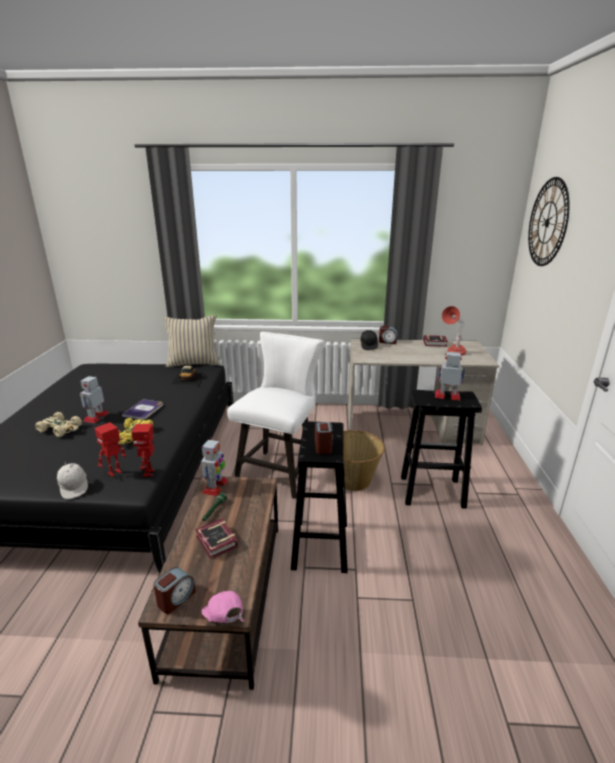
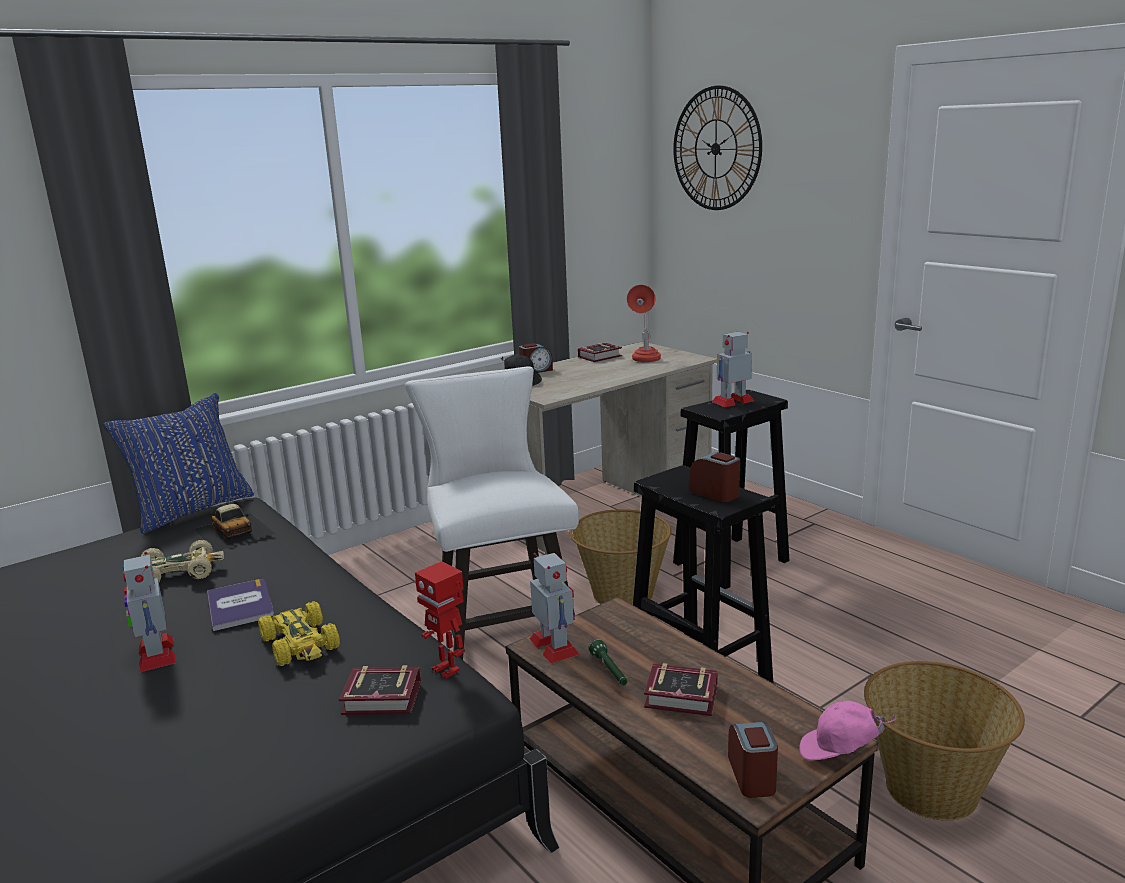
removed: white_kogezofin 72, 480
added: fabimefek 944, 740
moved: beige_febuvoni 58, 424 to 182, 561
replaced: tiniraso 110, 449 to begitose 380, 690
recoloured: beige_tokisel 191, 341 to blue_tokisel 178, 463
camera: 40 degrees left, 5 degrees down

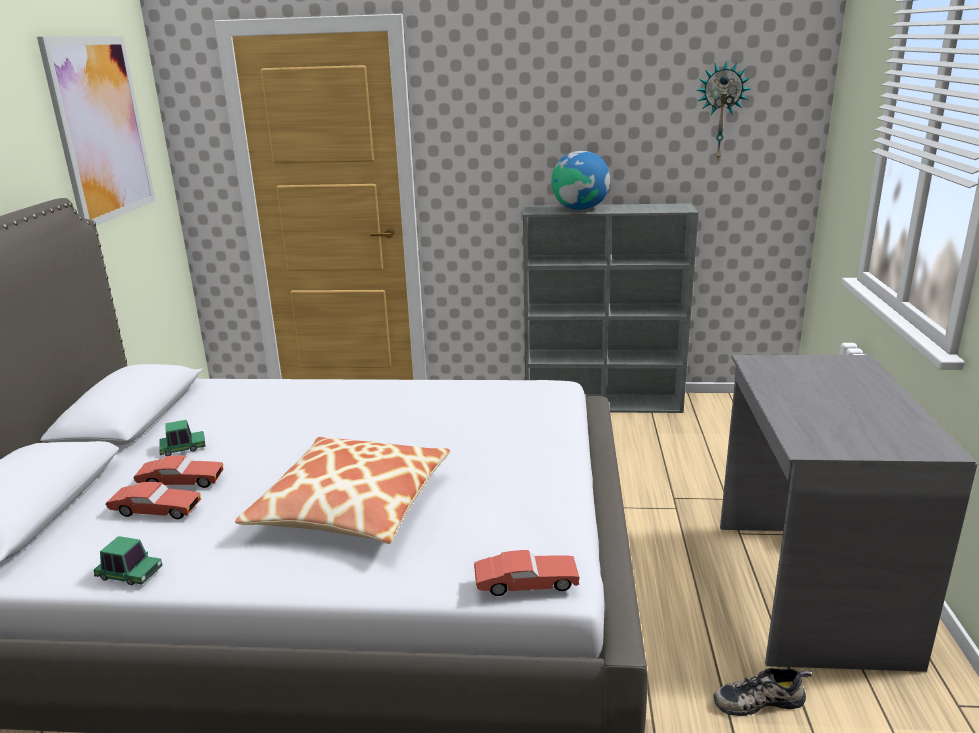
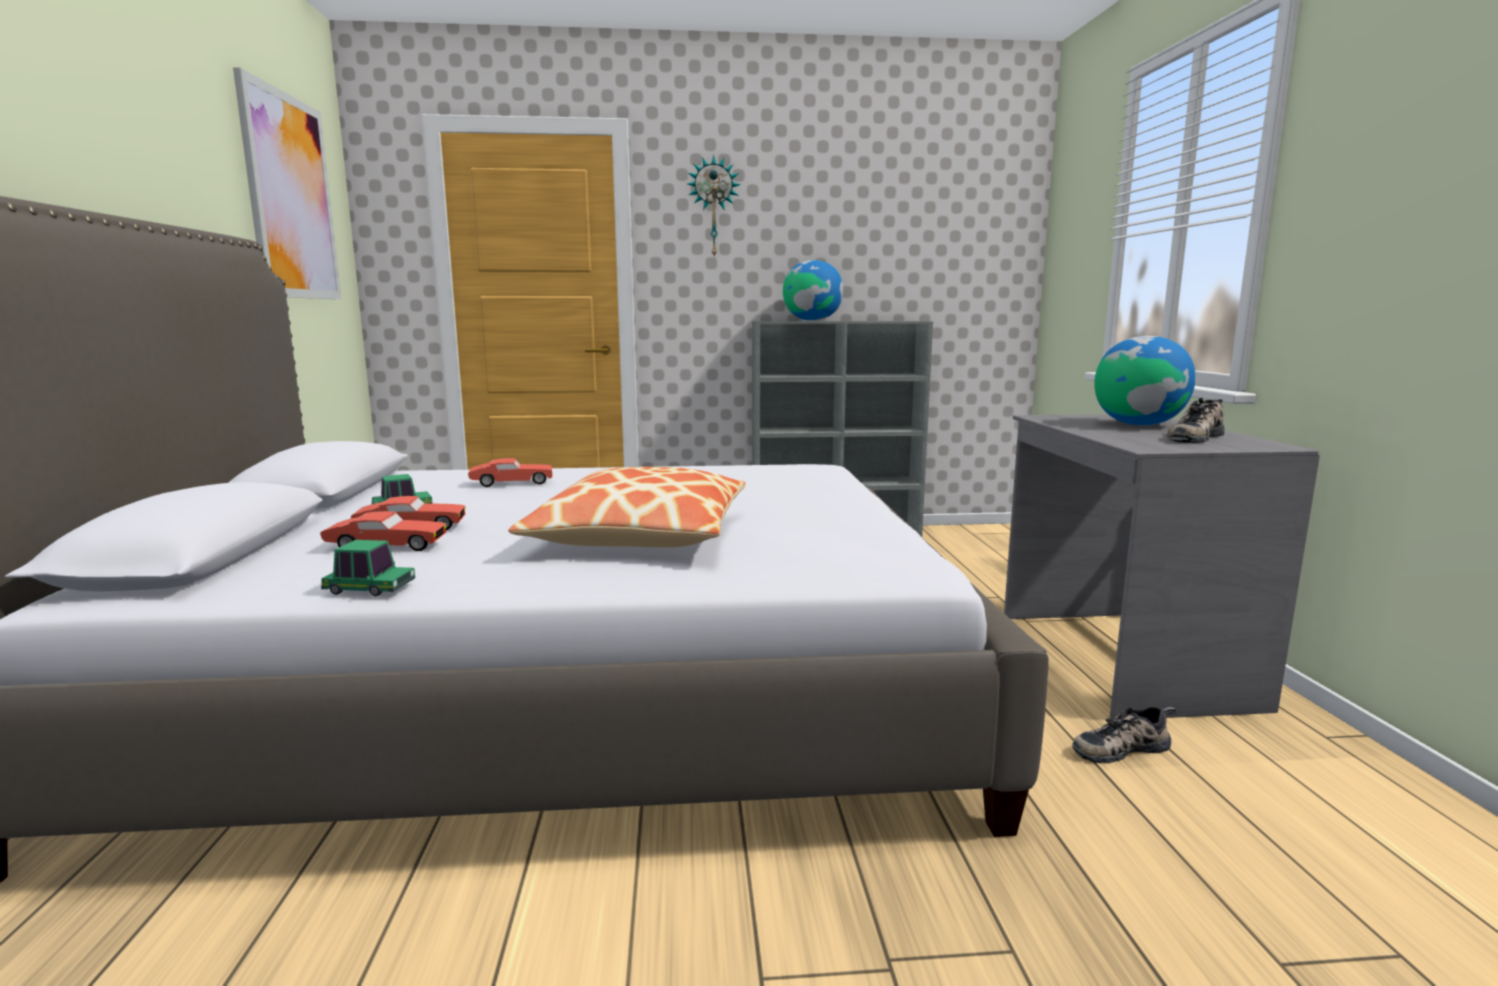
added: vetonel 1145, 381; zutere 1195, 420
moved: red_febuvoni 527, 573 to 510, 472; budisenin 724, 109 to 714, 206
camera: 10 degrees left, 10 degrees down

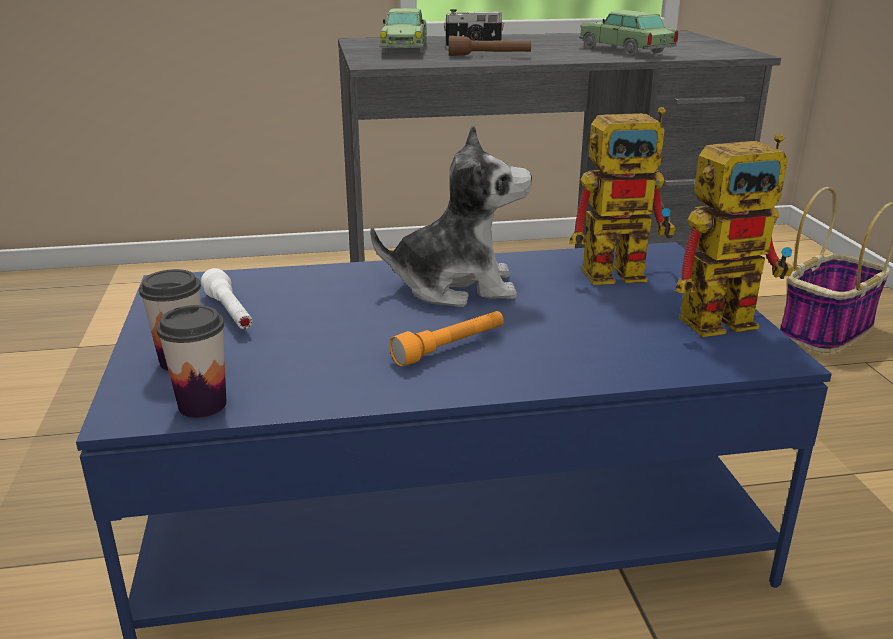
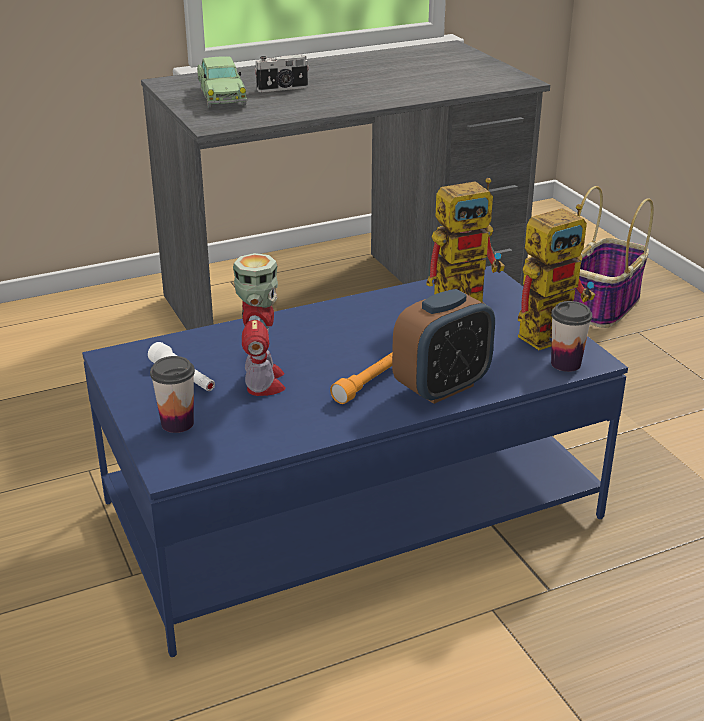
removed: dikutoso 451, 215; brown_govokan 490, 46; febuvoni 628, 33
added: tiniraso 259, 324; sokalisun 443, 346
moved: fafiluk 191, 361 to 571, 336
camera: 15 degrees left, 5 degrees up

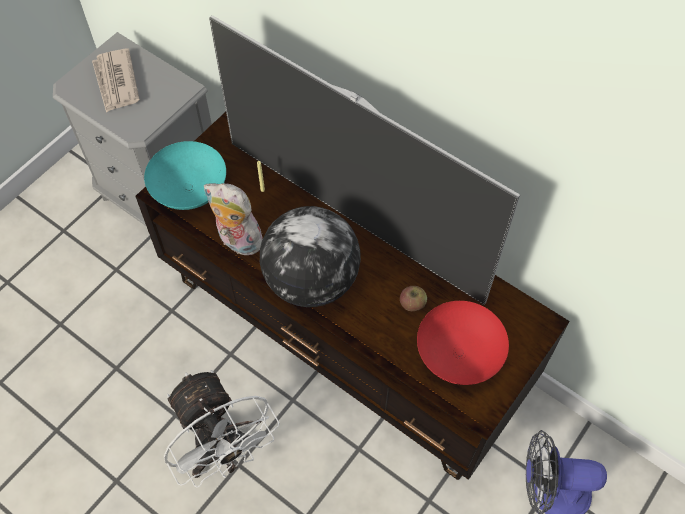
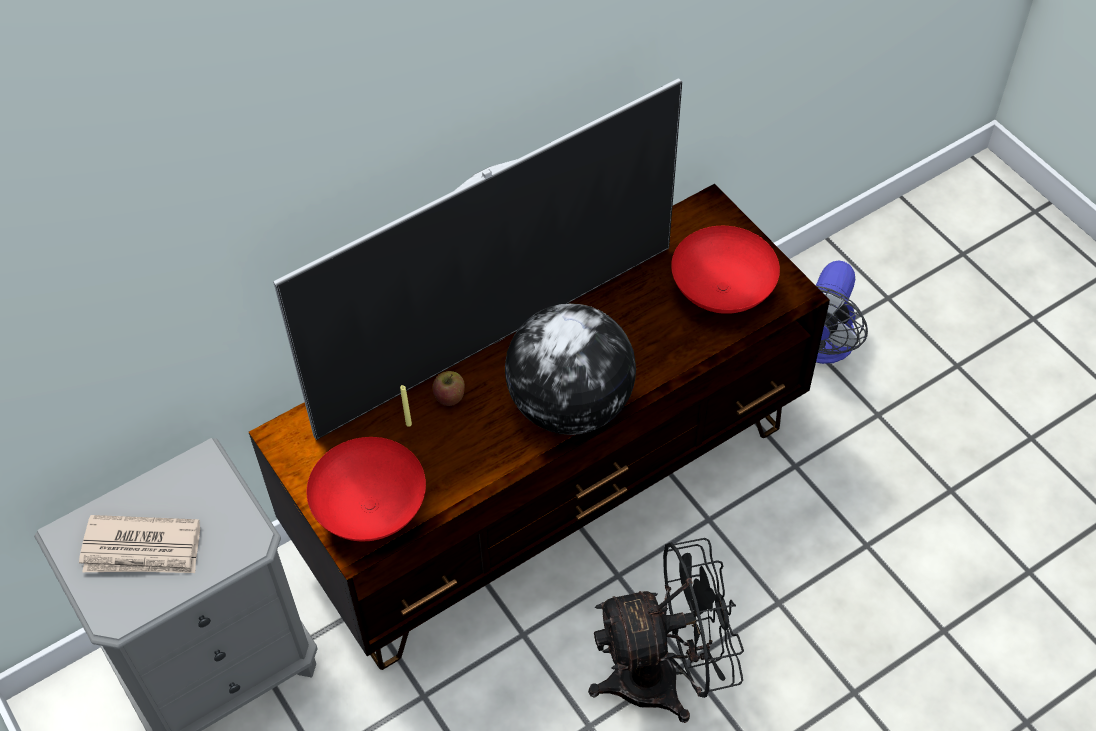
removed: dikutoso 233, 220
moved: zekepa 413, 298 to 449, 388
recoloured: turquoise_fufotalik 185, 175 to red_fufotalik 366, 489; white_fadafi 221, 429 to black_fadafi 666, 630
camera: 70 degrees left, 5 degrees down

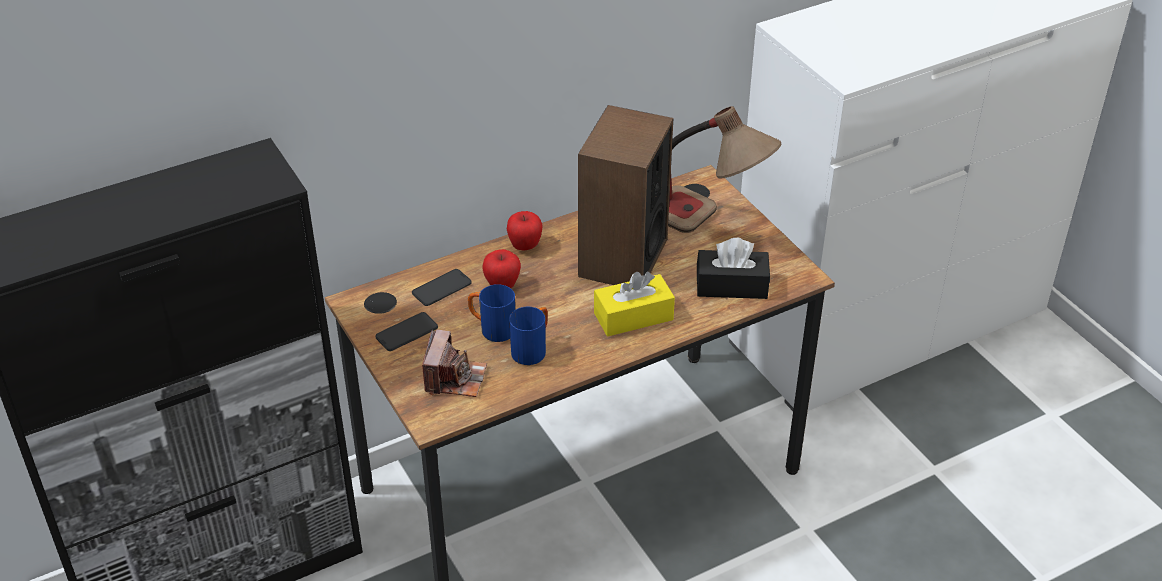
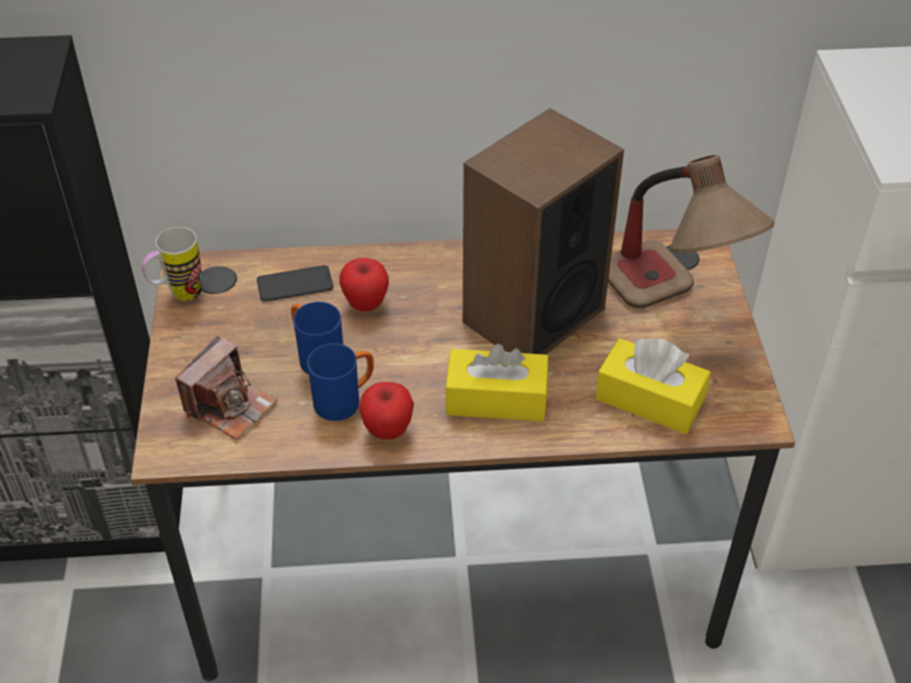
removed: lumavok 406, 331
added: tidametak 171, 264
moved: zekepa 525, 231 to 386, 411
recoloured: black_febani 733, 268 to yellow_febani 653, 386
camera: 25 degrees right, 5 degrees up

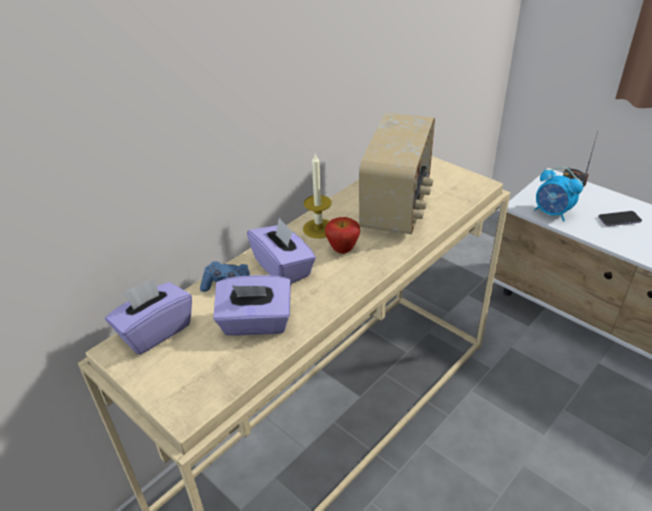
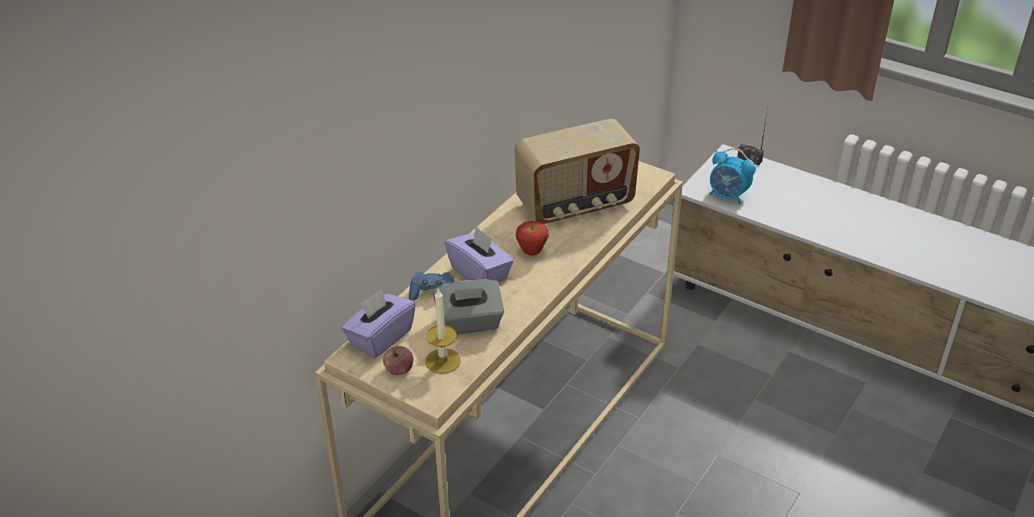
removed: lumavok 620, 218
added: zekepa 398, 360
moved: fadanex 317, 196 to 443, 331
recoloured: purple_febani 252, 305 to grey_febani 468, 307
turned: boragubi 397, 174 = 577, 171 60 degrees clockwise
camera: 10 degrees left, 0 degrees up

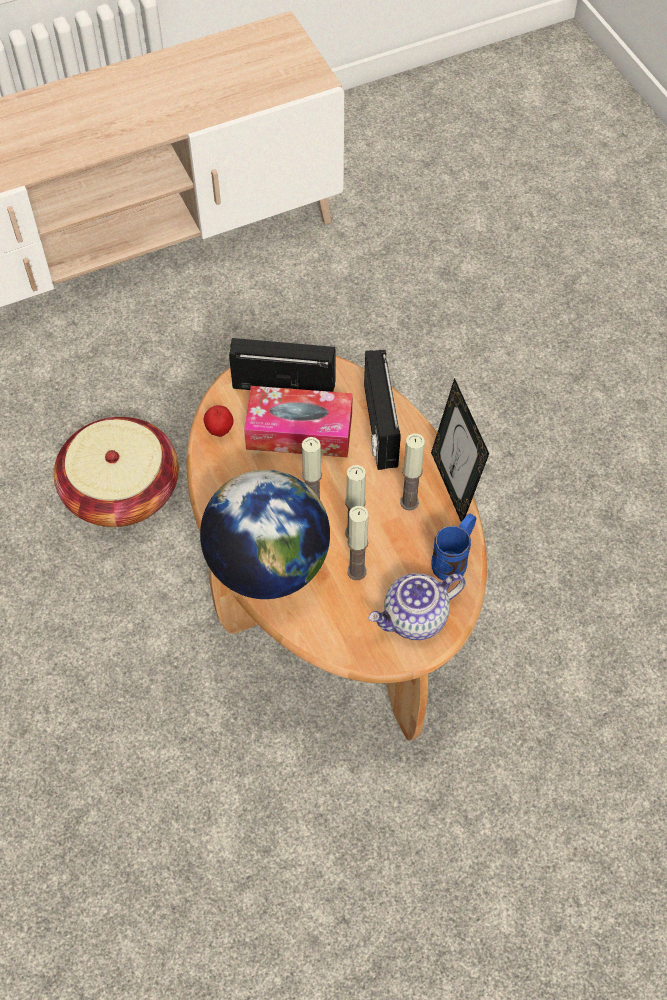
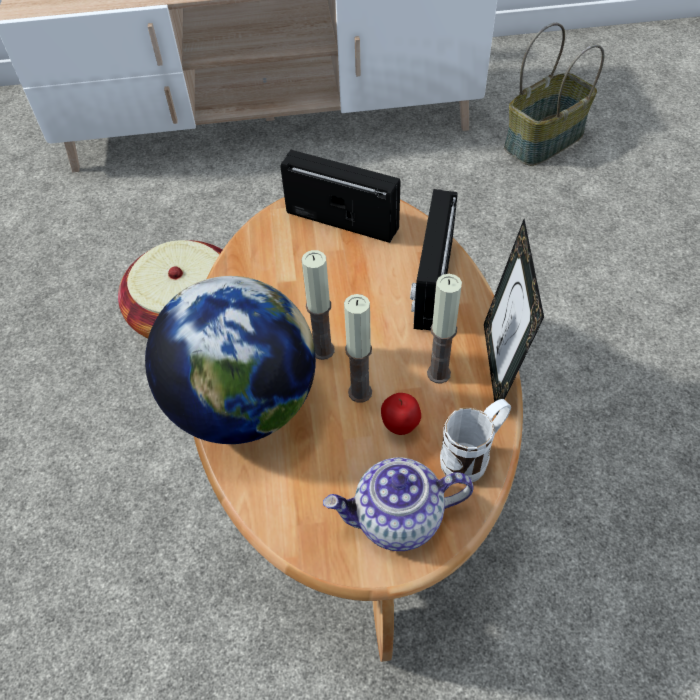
removed: febani 298, 421; fadanex 358, 543
added: fabimefek 554, 94
moved: zekepa 219, 421 to 401, 414
recoloured: blue_tidametak 453, 547 to white_tidametak 475, 441
camera: 20 degrees right, 5 degrees down

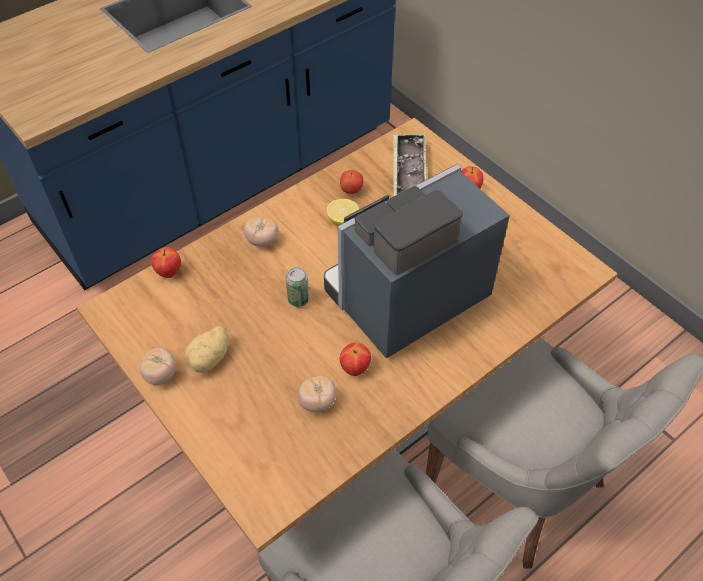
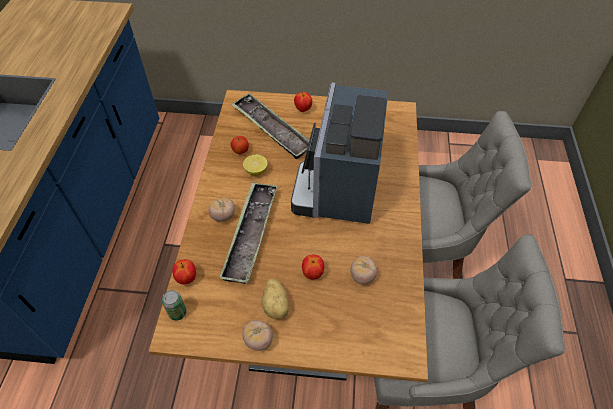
added: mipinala 248, 233
moved: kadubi 297, 287 to 174, 305; zekepa 355, 359 to 313, 267
camera: 45 degrees left, 0 degrees up

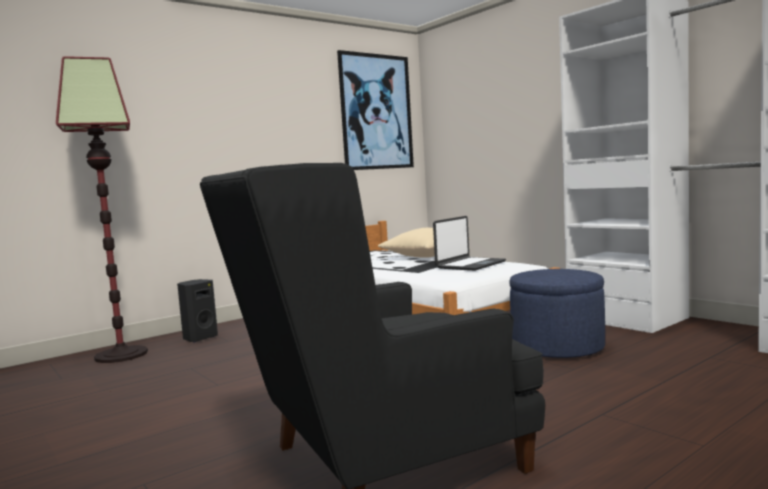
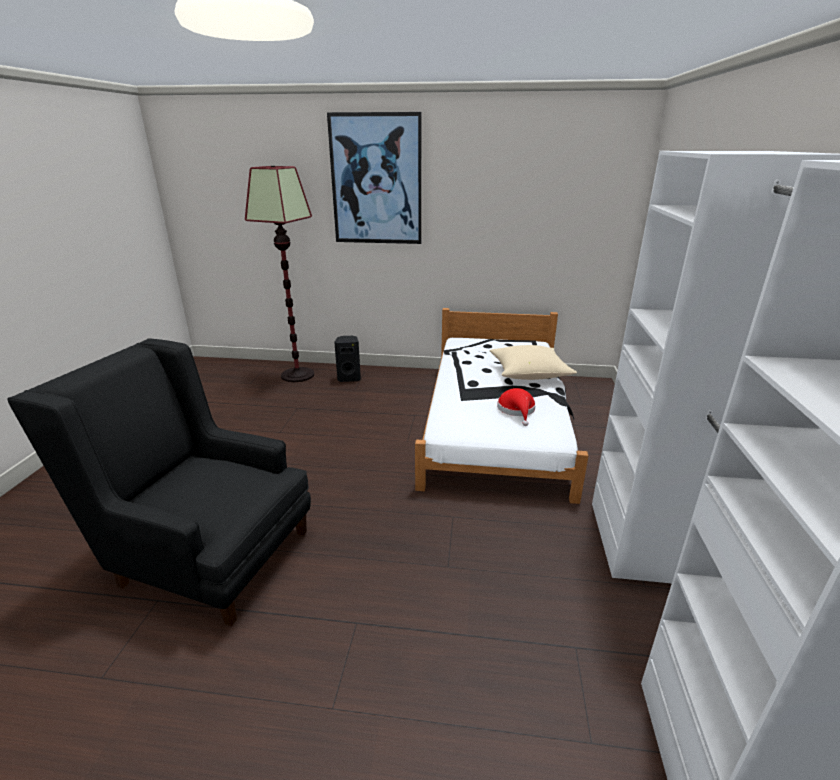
removed: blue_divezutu 557, 313
moved: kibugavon 375, 110 to 374, 178
replaced: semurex 469, 243 to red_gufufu 516, 407
camera: 45 degrees right, 20 degrees up

